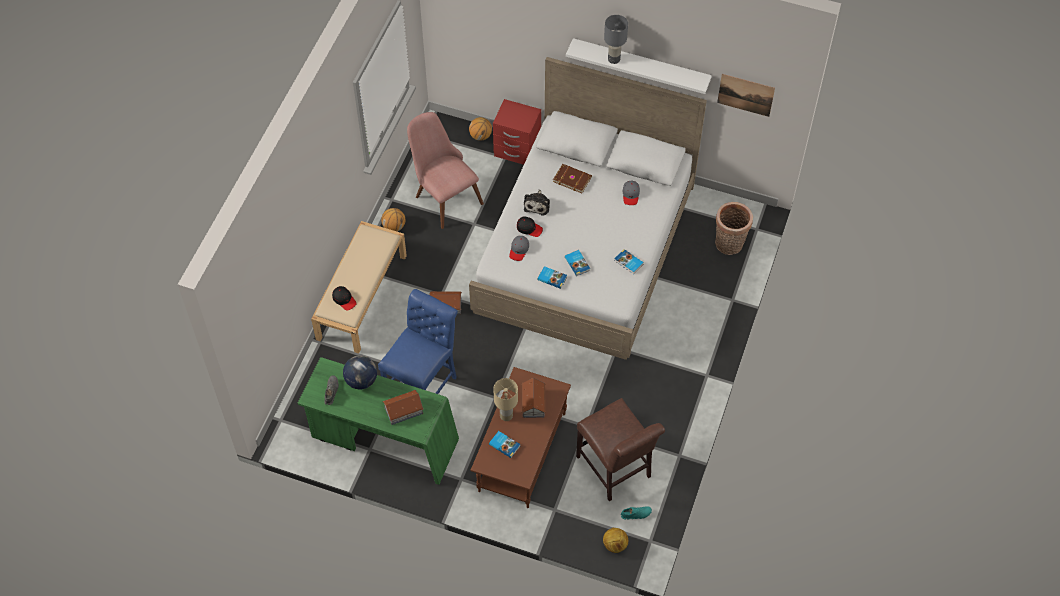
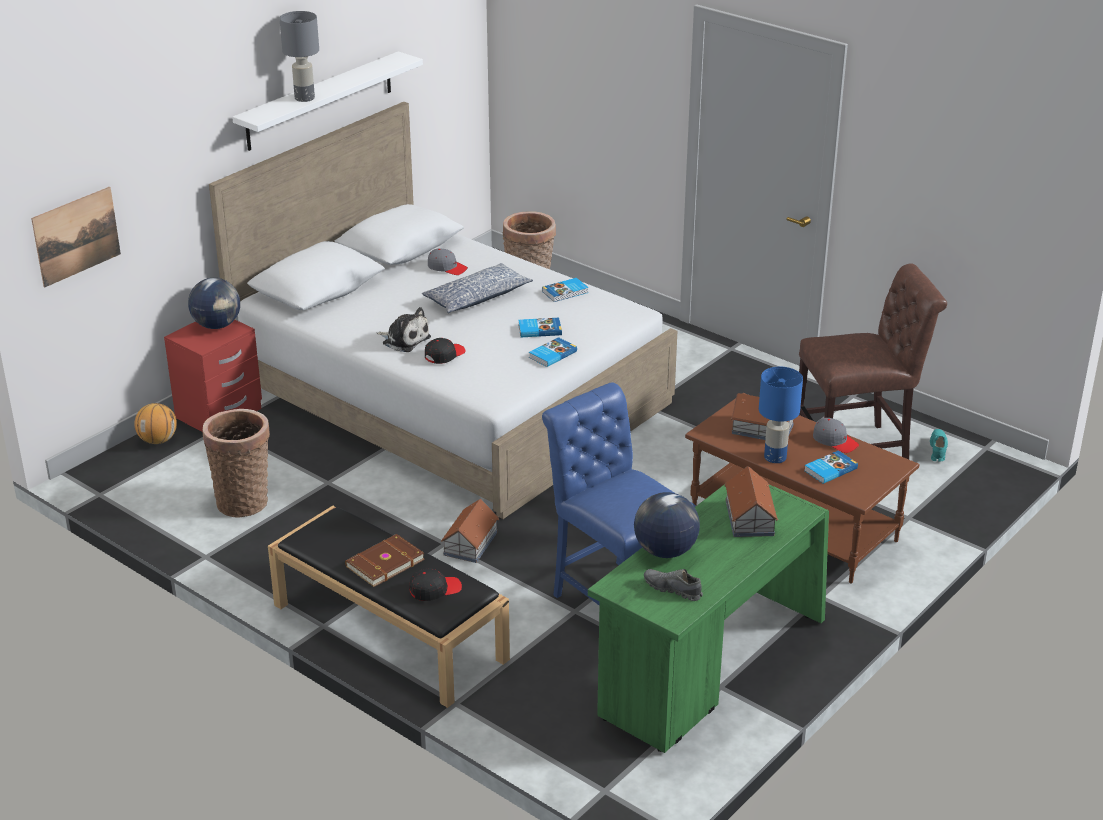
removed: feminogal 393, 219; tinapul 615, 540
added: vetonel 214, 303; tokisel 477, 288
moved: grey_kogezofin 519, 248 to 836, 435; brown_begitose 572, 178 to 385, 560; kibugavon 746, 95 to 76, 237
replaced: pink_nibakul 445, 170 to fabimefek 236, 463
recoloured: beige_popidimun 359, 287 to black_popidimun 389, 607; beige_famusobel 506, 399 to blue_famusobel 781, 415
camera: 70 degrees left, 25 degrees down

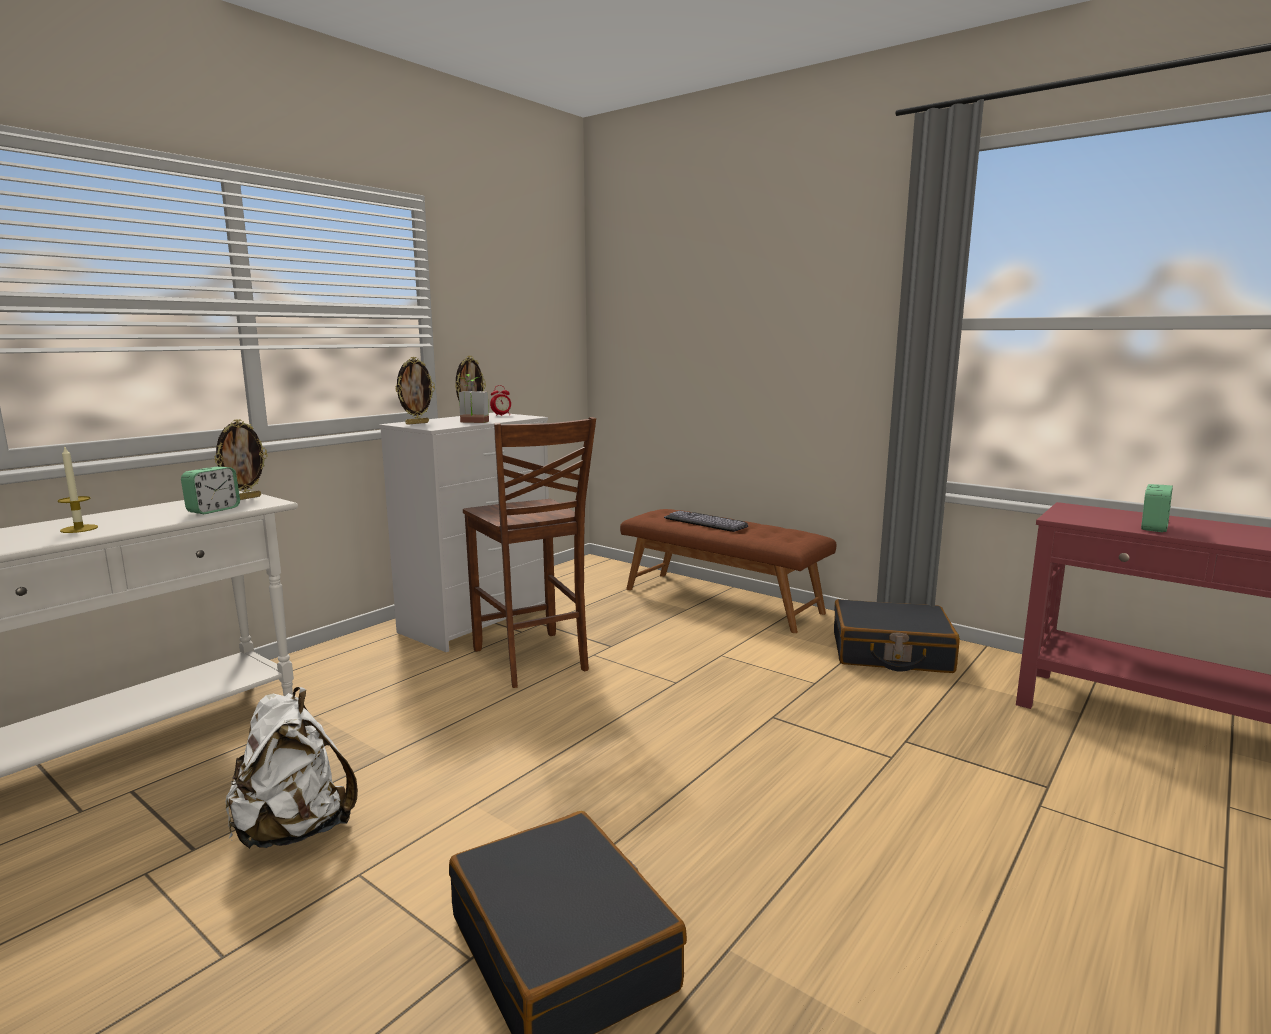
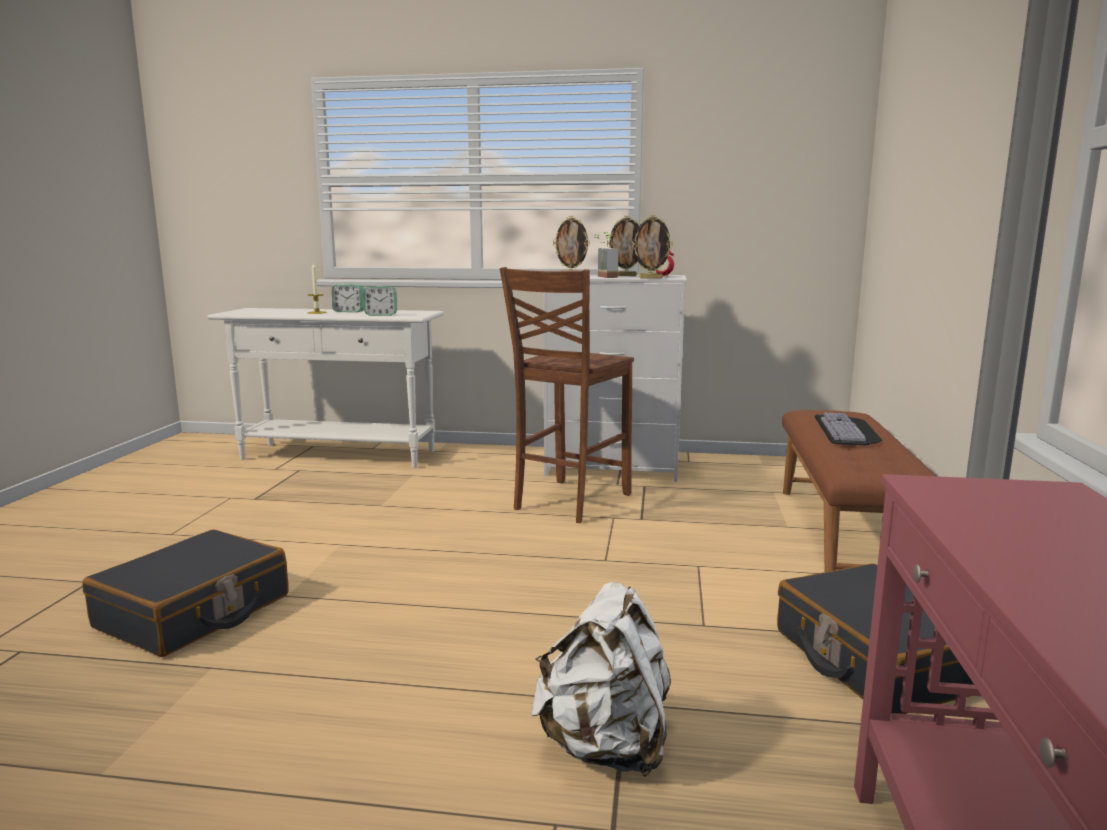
moved: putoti 241, 459 to 652, 247; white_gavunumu 292, 768 to 601, 679; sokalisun 1157, 508 to 348, 298
camera: 60 degrees right, 0 degrees up

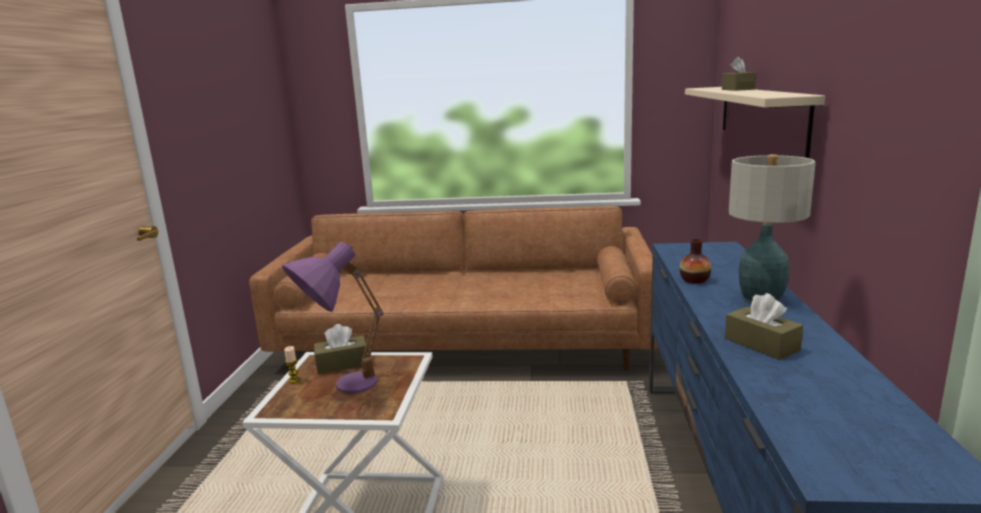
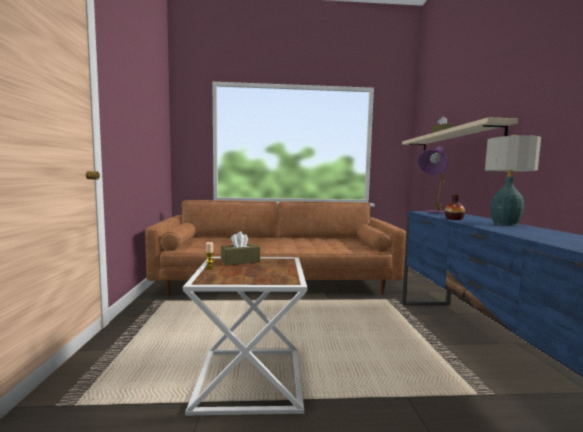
removed: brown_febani 764, 326
moved: purple_famusobel 333, 318 to 433, 180
camera: 10 degrees left, 10 degrees down

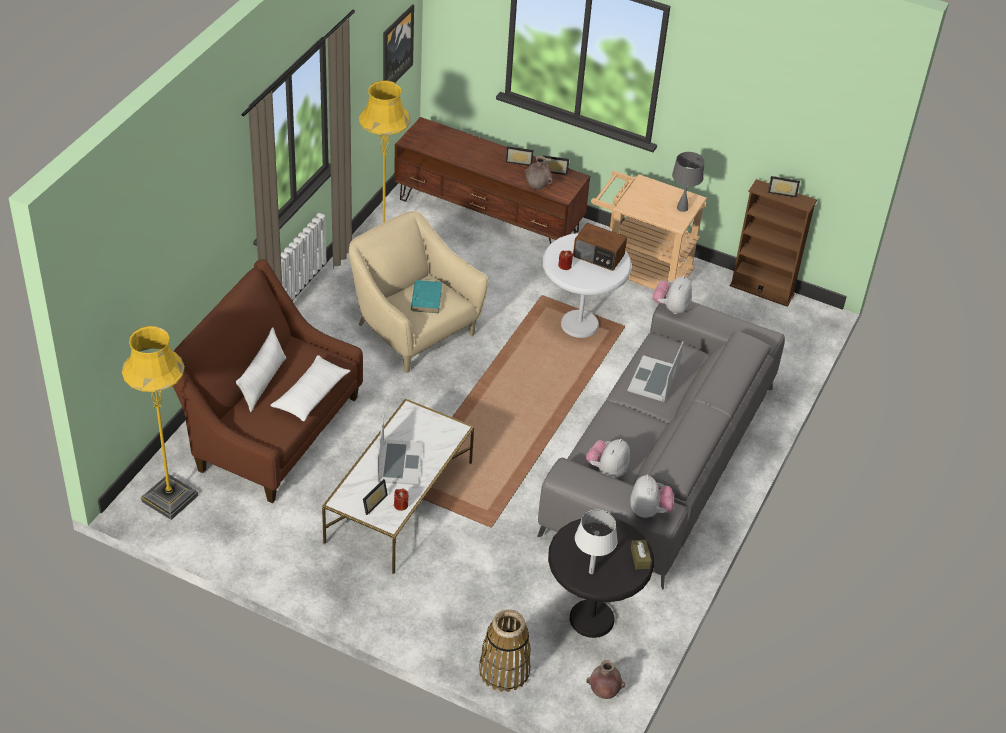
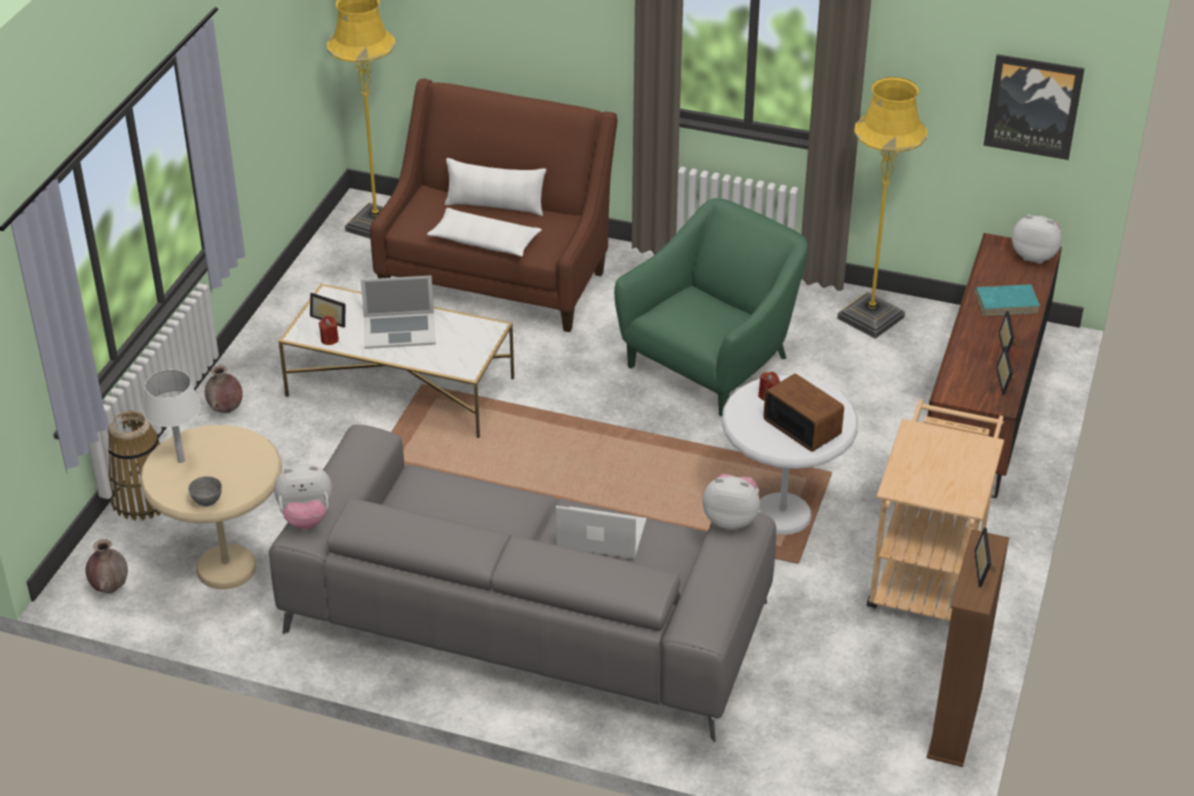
removed: grey_famusobel 688, 182
moved: turquoise_begitose 426, 296 to 1007, 300; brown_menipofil 538, 173 to 223, 389; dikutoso 608, 458 to 1037, 239
replaced: brown_febani 641, 555 to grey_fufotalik 205, 491
recoloured: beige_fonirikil 419, 292 to green_fonirikil 711, 307; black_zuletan 601, 578 to beige_zuletan 211, 507
turned: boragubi 600, 247 = 803, 412 120 degrees clockwise
camera: 85 degrees right, 5 degrees down

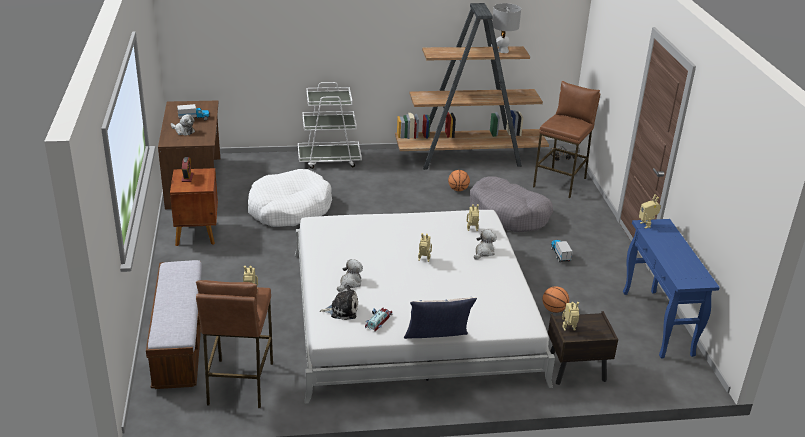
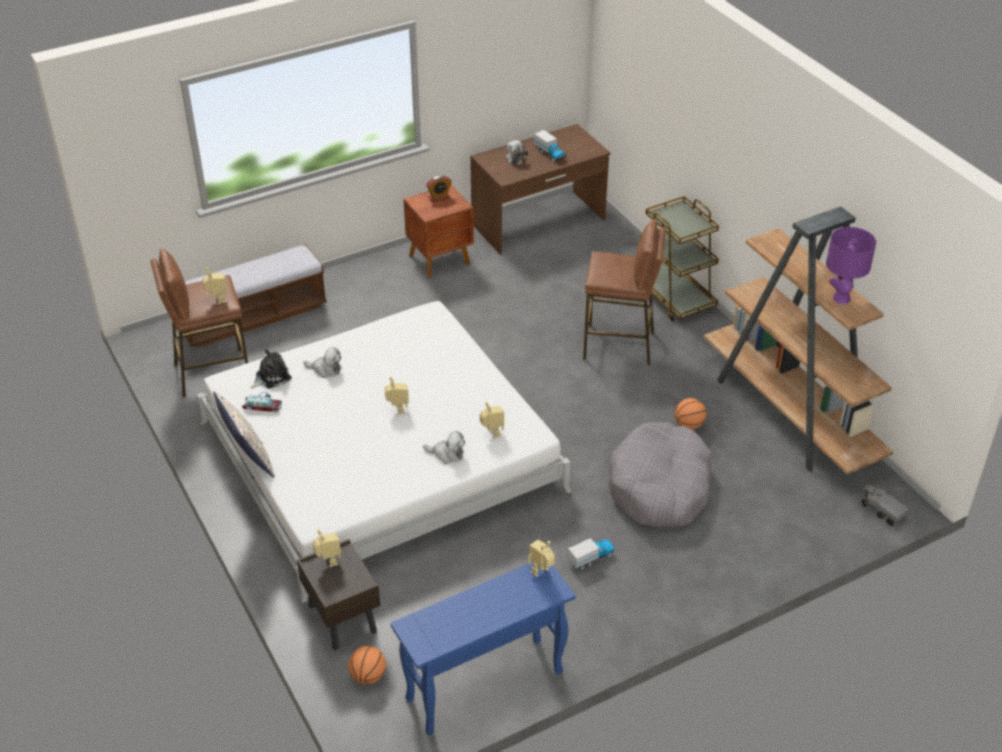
removed: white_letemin 290, 198
moved: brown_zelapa 566, 139 to 624, 292; feminogal 555, 299 to 367, 665
recoloured: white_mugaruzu 330, 125 to brown_mugaruzu 679, 258; grey_famusobel 506, 28 to purple_famusobel 851, 265
turned: dikutoso 339, 302 = 271, 369 105 degrees counterclockwise
camera: 70 degrees right, 10 degrees up

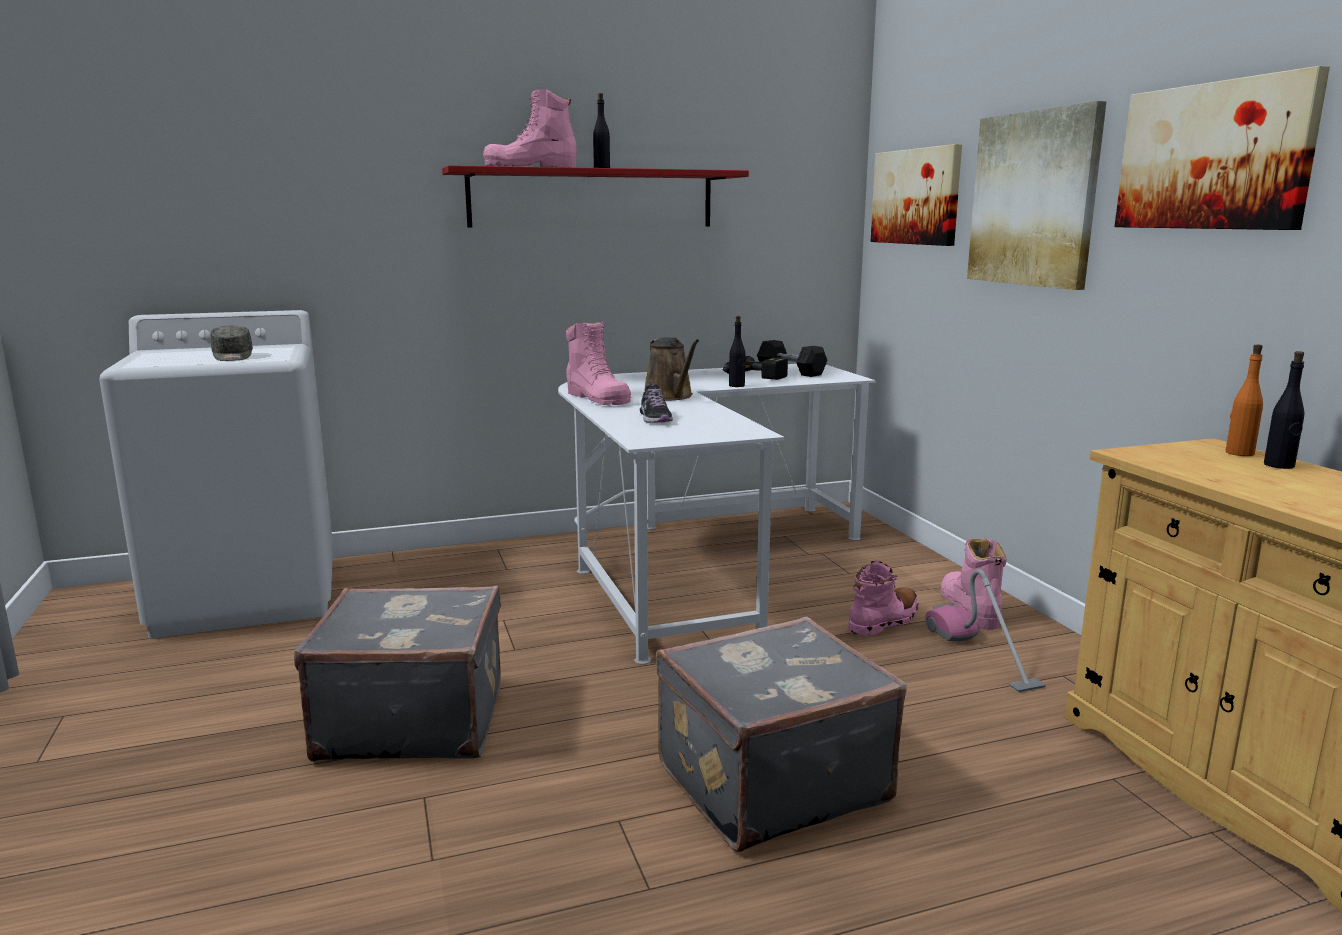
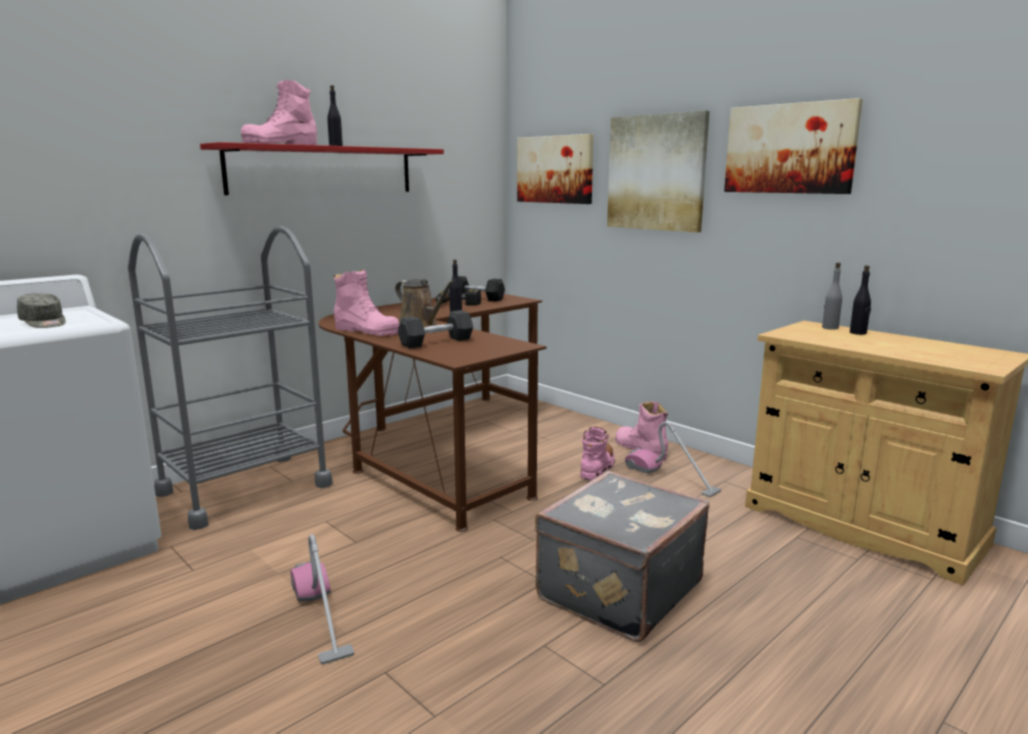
added: grey_mugaruzu 230, 378
replaced: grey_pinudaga 397, 674 to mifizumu 322, 599; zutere 656, 402 to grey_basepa 435, 329
recoloured: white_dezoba 717, 514 to brown_dezoba 433, 411; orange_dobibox 1244, 400 to grey_dobibox 832, 296
camera: 25 degrees left, 0 degrees up

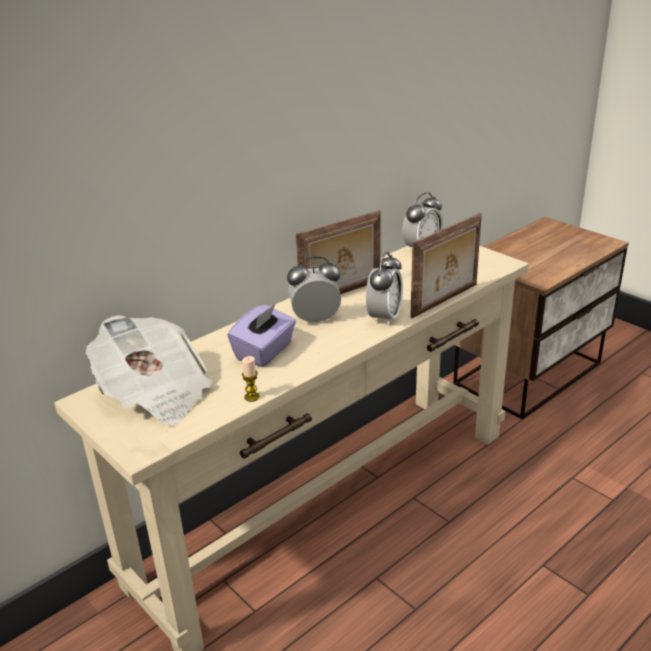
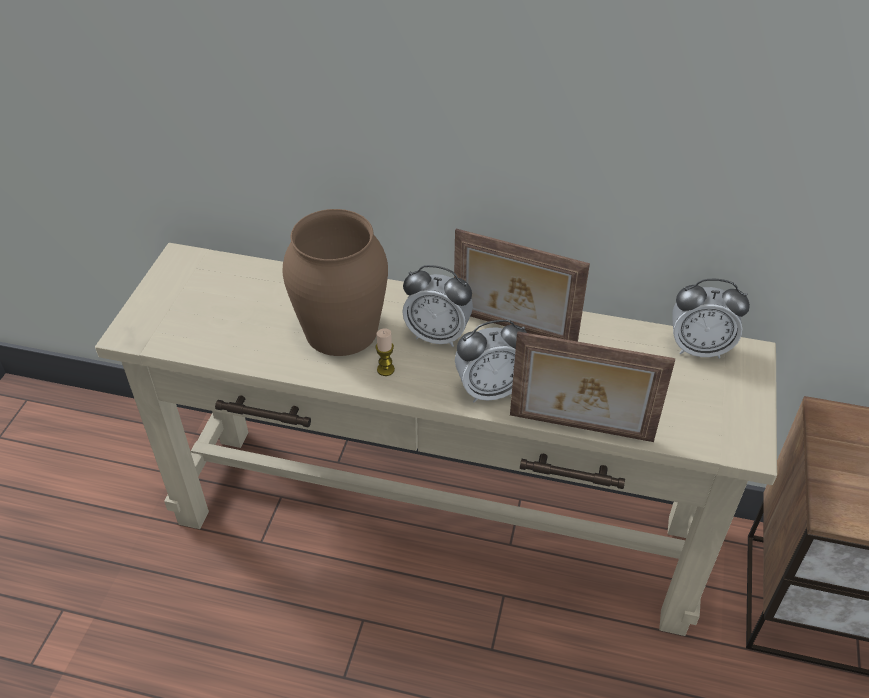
removed: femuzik 149, 370
moved: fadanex 251, 379 to 385, 352
replaced: purple_febani 261, 335 to brown_menipofil 335, 282
turned: sokalisun 314, 290 = 437, 306 150 degrees clockwise
camera: 55 degrees right, 15 degrees up

